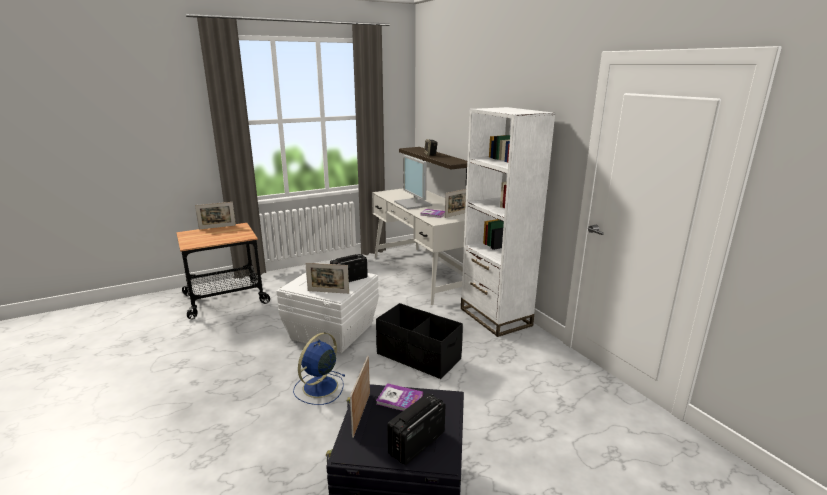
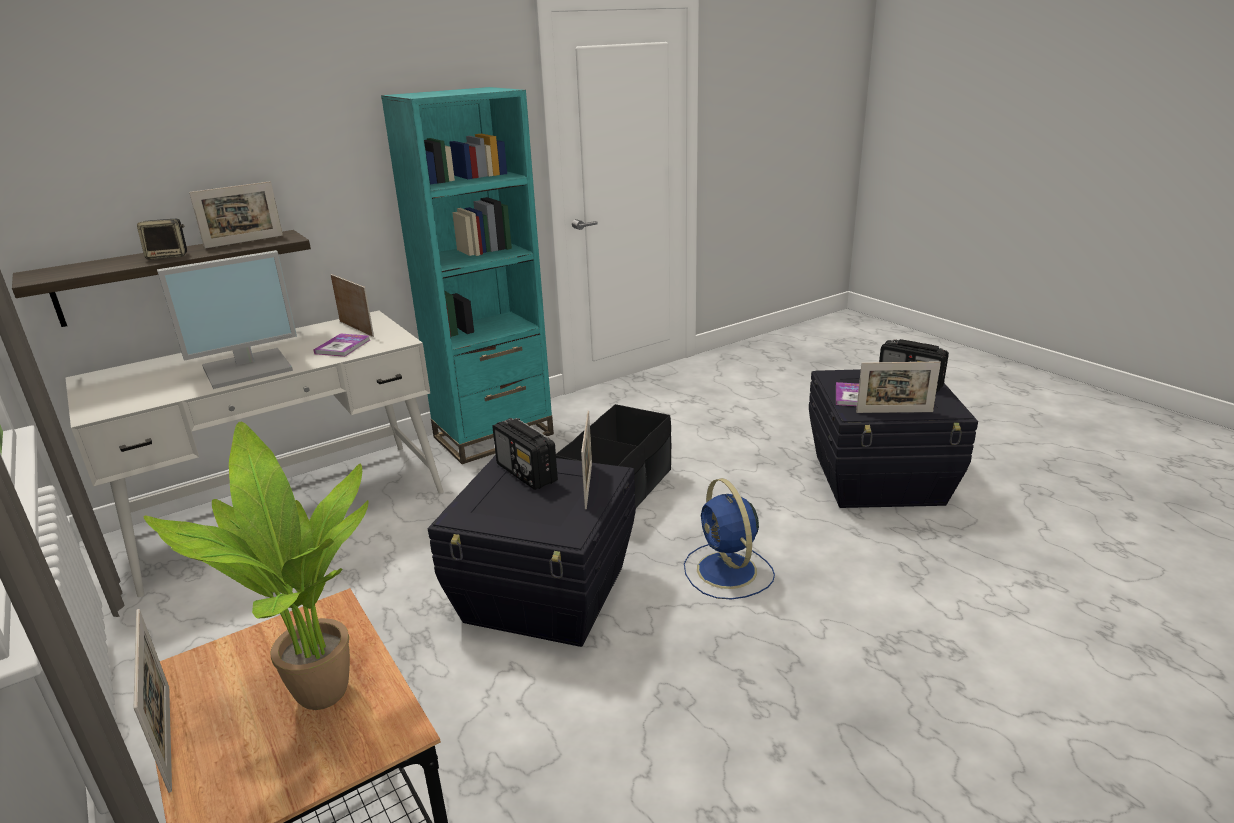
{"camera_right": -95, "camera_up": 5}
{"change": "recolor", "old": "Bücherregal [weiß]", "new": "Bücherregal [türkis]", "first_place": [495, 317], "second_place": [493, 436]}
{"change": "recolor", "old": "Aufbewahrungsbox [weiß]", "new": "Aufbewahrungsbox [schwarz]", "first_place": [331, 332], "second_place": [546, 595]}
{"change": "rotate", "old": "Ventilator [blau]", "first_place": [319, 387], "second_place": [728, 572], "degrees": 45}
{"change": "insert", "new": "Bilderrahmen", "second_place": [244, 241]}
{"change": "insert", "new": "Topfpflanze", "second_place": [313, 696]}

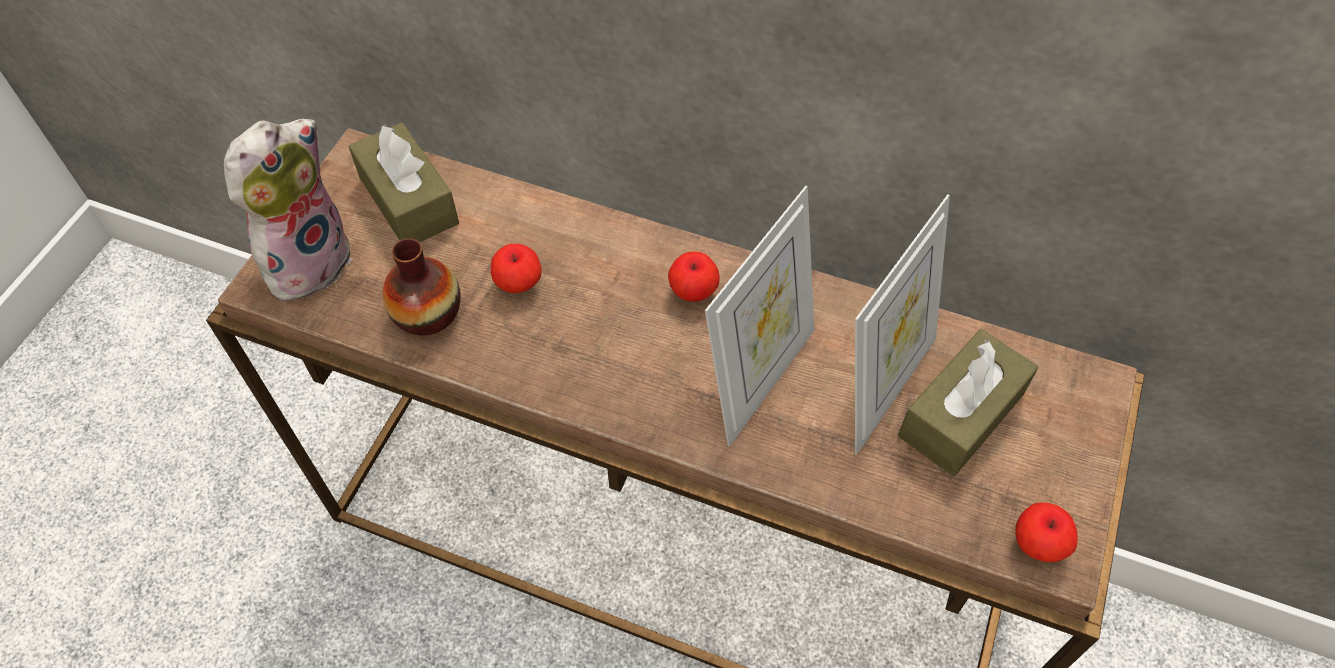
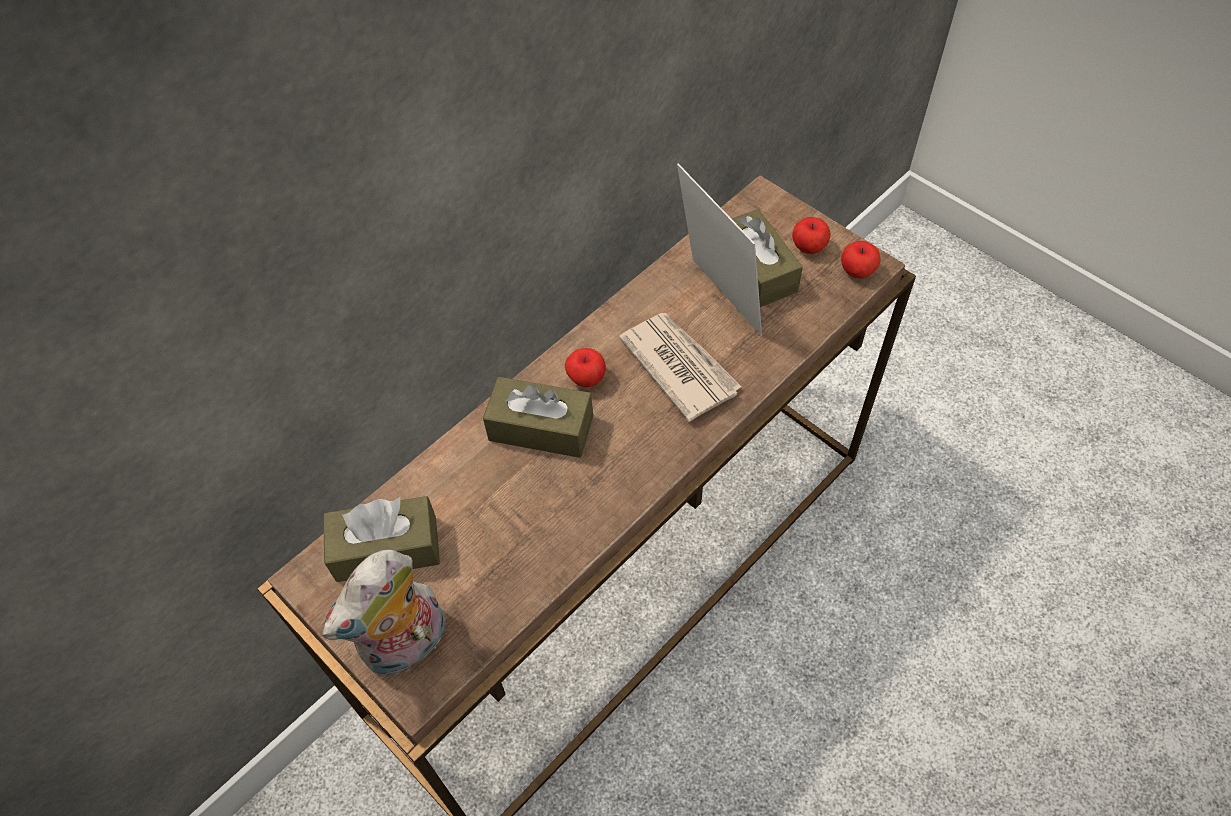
{"camera_right": -65, "camera_up": 0}
{"change": "rotate", "old": "Plüschtier", "first_place": [308, 259], "second_place": [408, 646], "degrees": -105}
{"change": "replace", "old": "Bilderrahmen", "new": "Zeitung", "first_place": [758, 378], "second_place": [679, 366]}
{"change": "delete", "old": "Vase", "first_place": [427, 313]}
{"change": "move", "old": "Apfel", "first_place": [518, 283], "second_place": [809, 247]}
{"change": "insert", "new": "Taschentuchbox [braun]", "second_place": [541, 428]}

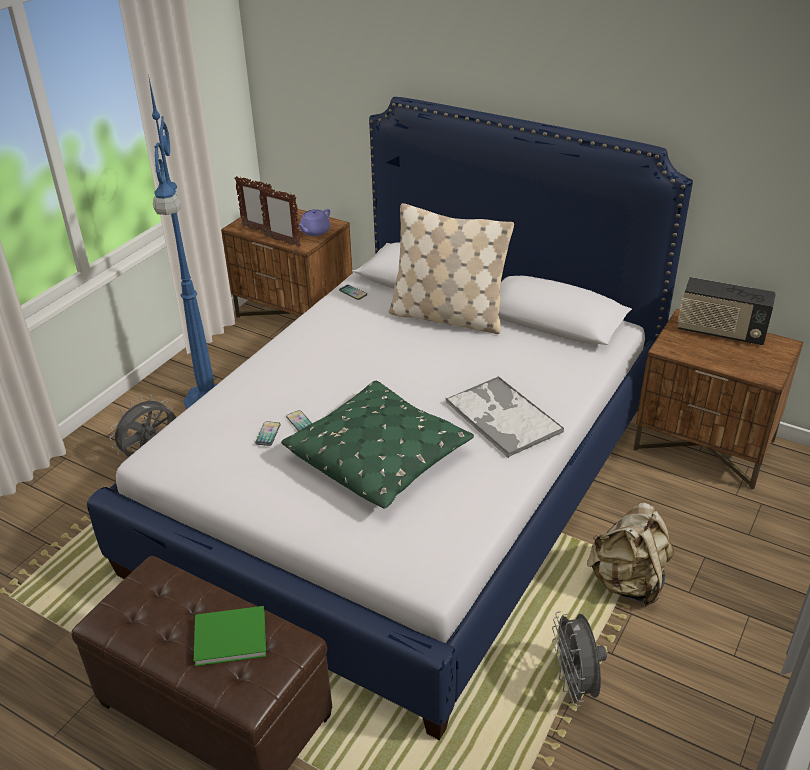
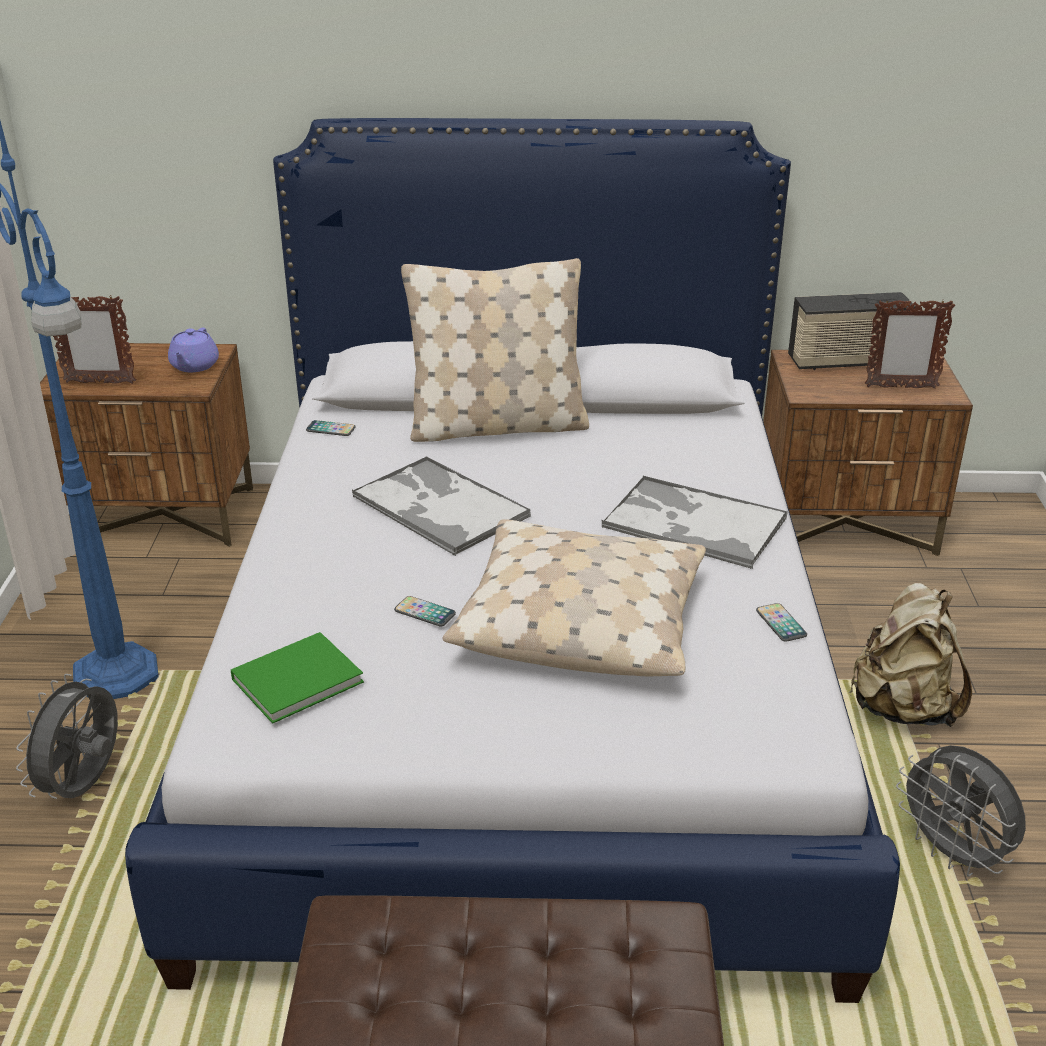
{"camera_right": -30, "camera_up": -5}
{"change": "move", "old": "Bilderrahmen", "first_place": [282, 241], "second_place": [900, 387]}
{"change": "recolor", "old": "Kissen [grün]", "new": "Kissen [beige]", "first_place": [379, 456], "second_place": [580, 621]}
{"change": "move", "old": "Handy", "first_place": [268, 434], "second_place": [781, 623]}
{"change": "move", "old": "Buch [grün]", "first_place": [233, 637], "second_place": [301, 679]}
{"change": "insert", "new": "Tablett", "second_place": [439, 506]}

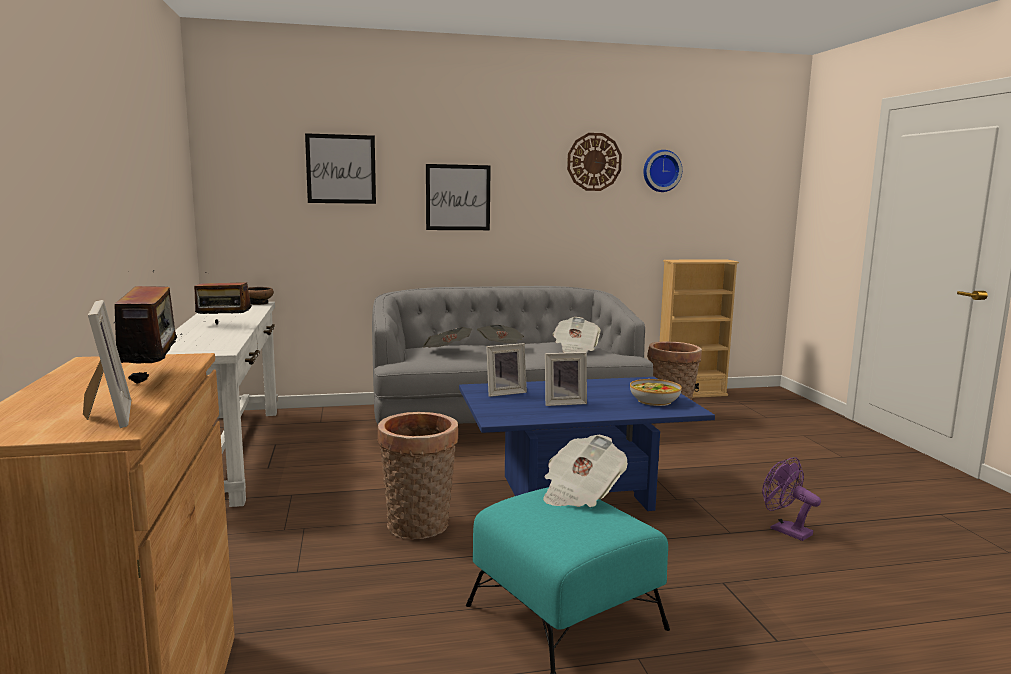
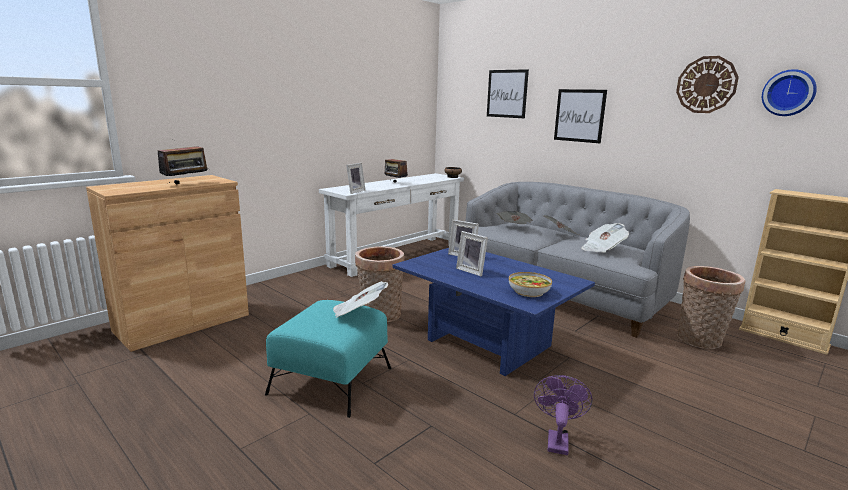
{"camera_right": 55, "camera_up": 5}
{"change": "move", "old": "Bilderrahmen", "first_place": [106, 416], "second_place": [354, 191]}

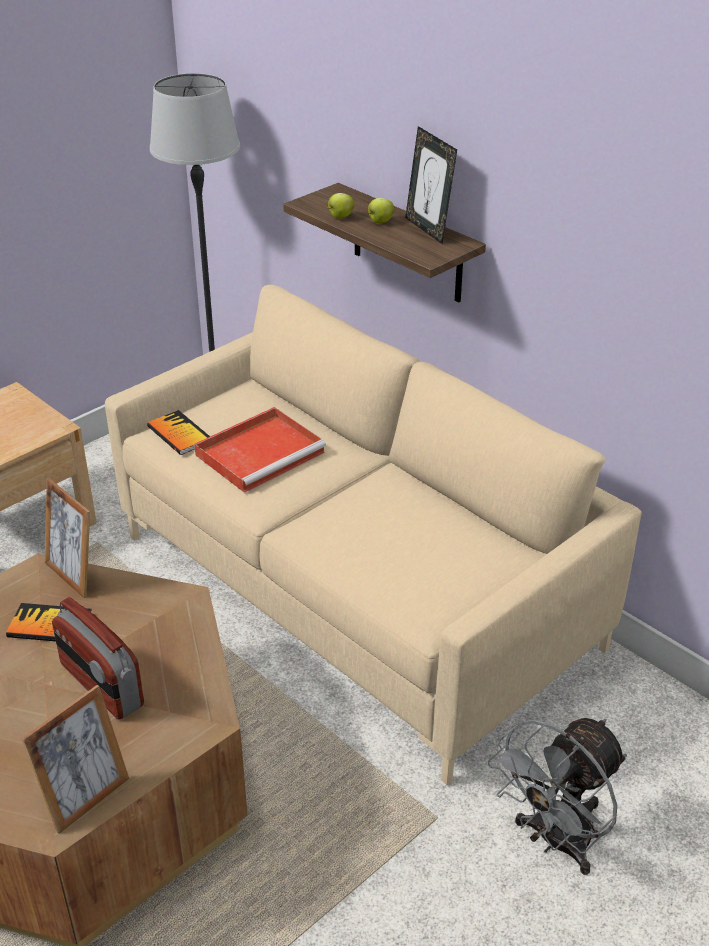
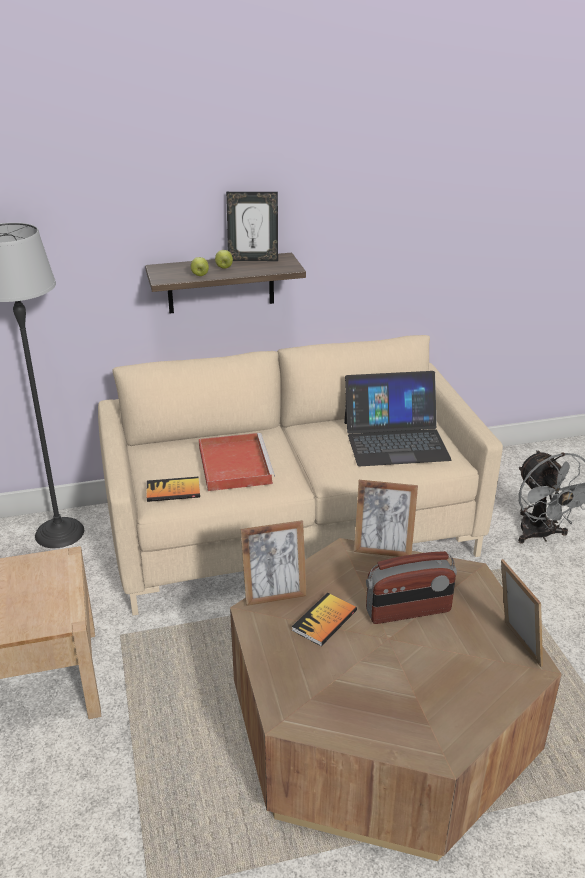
{"camera_right": -60, "camera_up": -5}
{"change": "insert", "new": "Laptop", "second_place": [395, 440]}
{"change": "insert", "new": "Bilderrahmen", "second_place": [383, 550]}

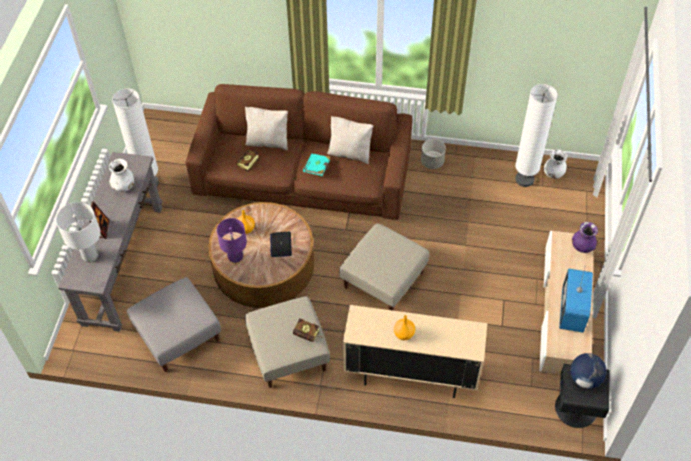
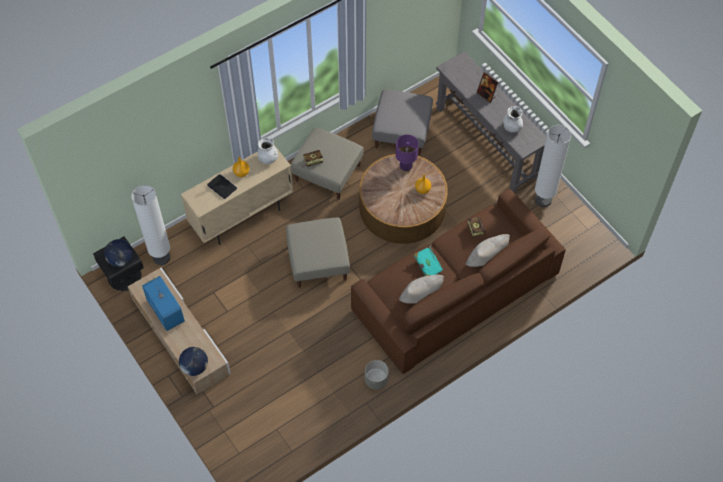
{"camera_right": 135, "camera_up": 5}
{"change": "move", "old": "Stehlampe [weiß]", "first_place": [524, 179], "second_place": [161, 257]}
{"change": "move", "old": "Vase [weiß]", "first_place": [553, 173], "second_place": [268, 158]}
{"change": "delete", "old": "Tischlampe [weiß]", "first_place": [90, 256]}
{"change": "replace", "old": "Vase [lila]", "new": "Globus", "first_place": [582, 246], "second_place": [195, 367]}
{"change": "move", "old": "Laptop", "first_place": [281, 244], "second_place": [222, 187]}

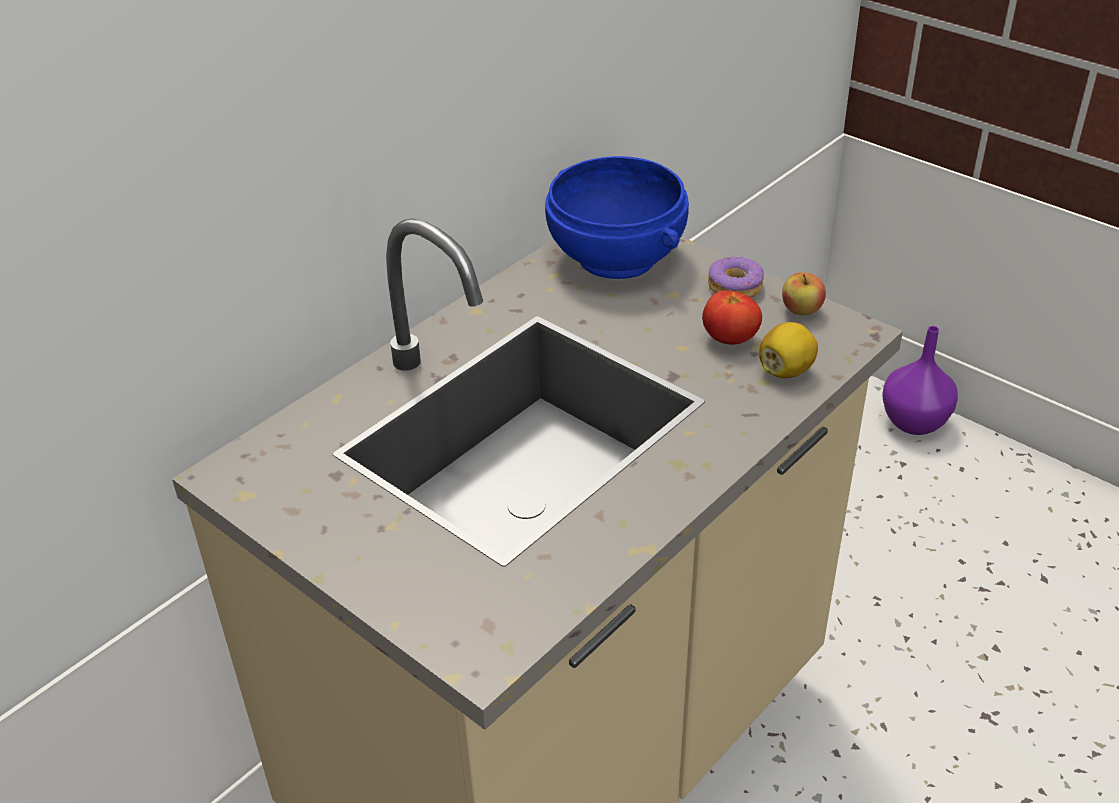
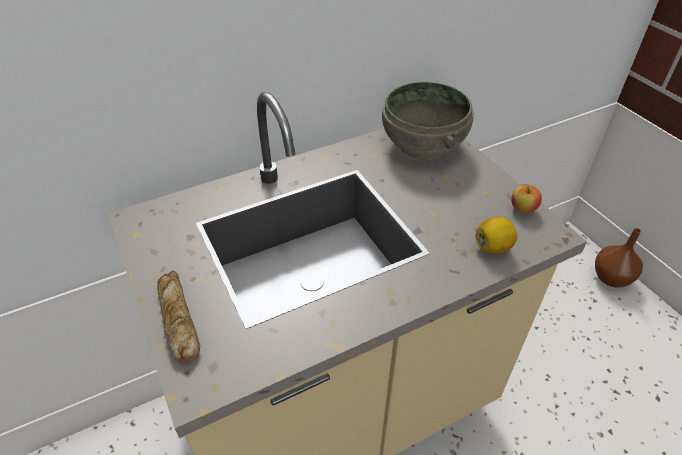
{"camera_right": 20, "camera_up": 5}
{"change": "recolor", "old": "Schüssel [blau]", "new": "Schüssel [grau]", "first_place": [618, 257], "second_place": [424, 145]}
{"change": "delete", "old": "Donut", "first_place": [735, 286]}
{"change": "delete", "old": "Tomate", "first_place": [730, 339]}
{"change": "recolor", "old": "Vase [lila]", "new": "Vase [braun]", "first_place": [913, 423], "second_place": [610, 278]}
{"change": "insert", "new": "Brot", "second_place": [177, 320]}

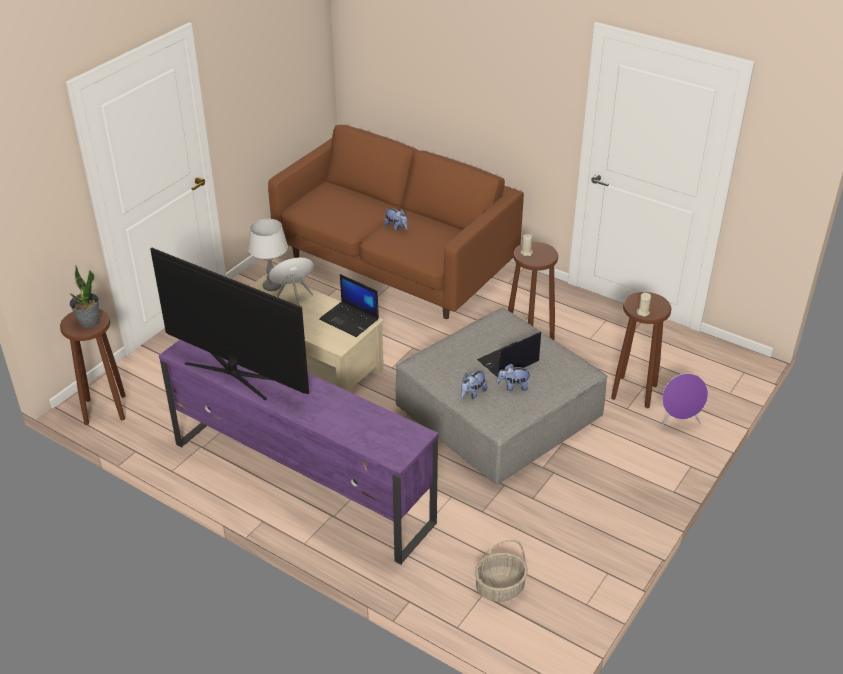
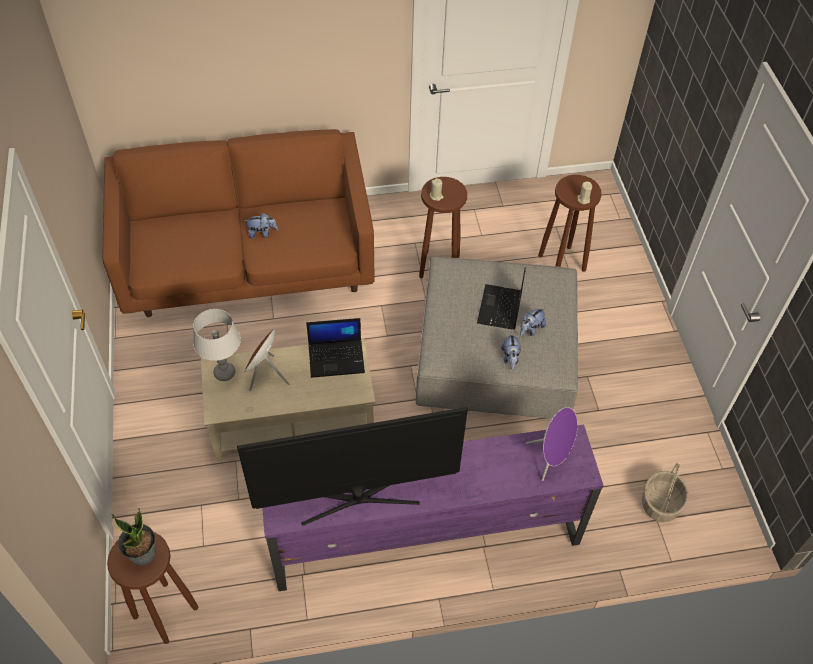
{"camera_right": -45, "camera_up": 15}
{"change": "move", "old": "Lautsprecher [lila]", "first_place": [678, 423], "second_place": [551, 458]}

